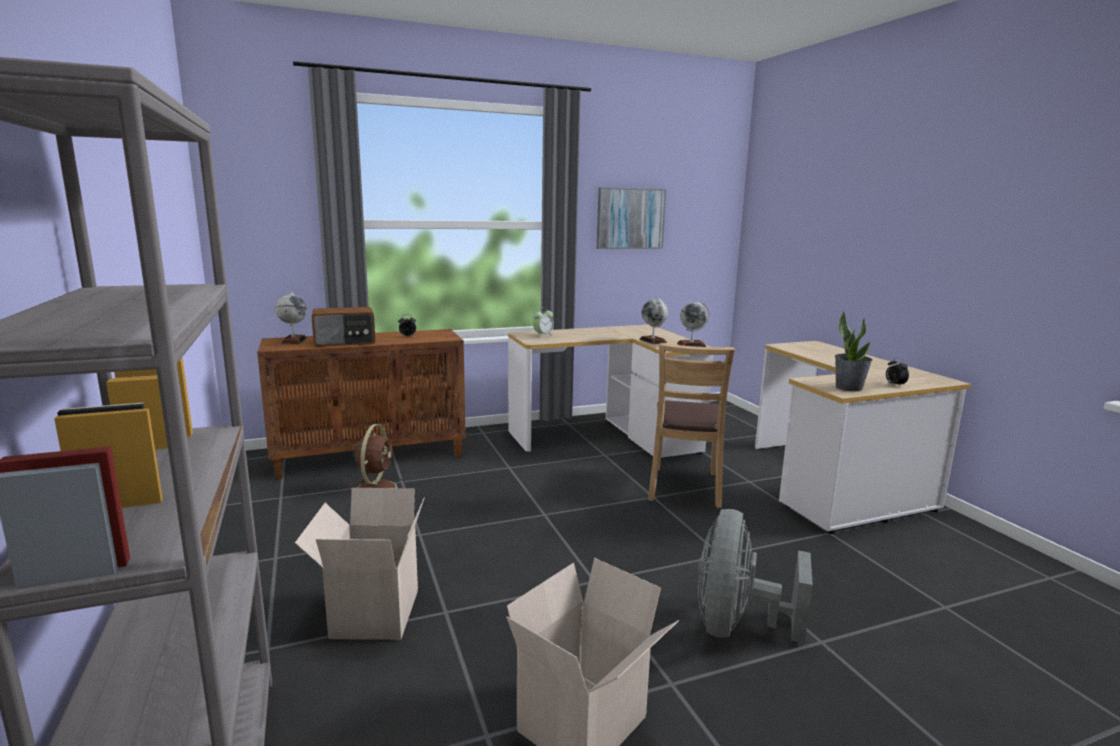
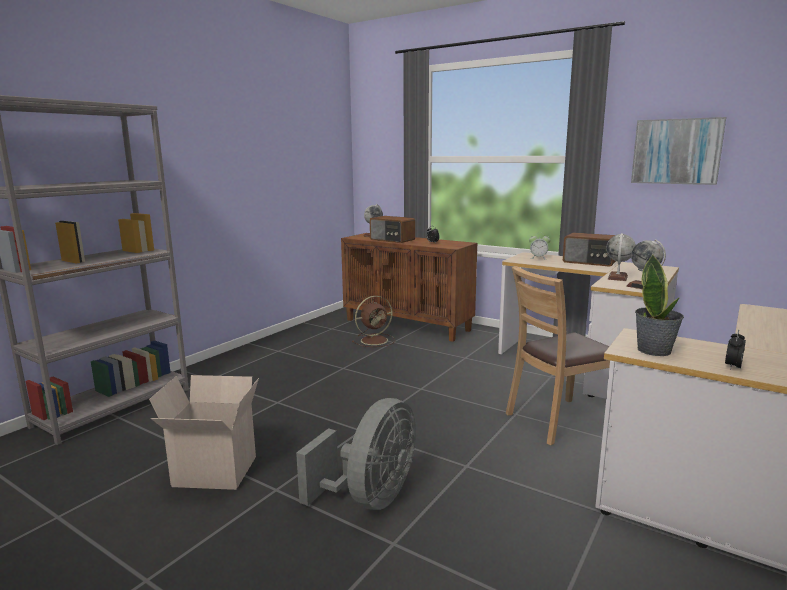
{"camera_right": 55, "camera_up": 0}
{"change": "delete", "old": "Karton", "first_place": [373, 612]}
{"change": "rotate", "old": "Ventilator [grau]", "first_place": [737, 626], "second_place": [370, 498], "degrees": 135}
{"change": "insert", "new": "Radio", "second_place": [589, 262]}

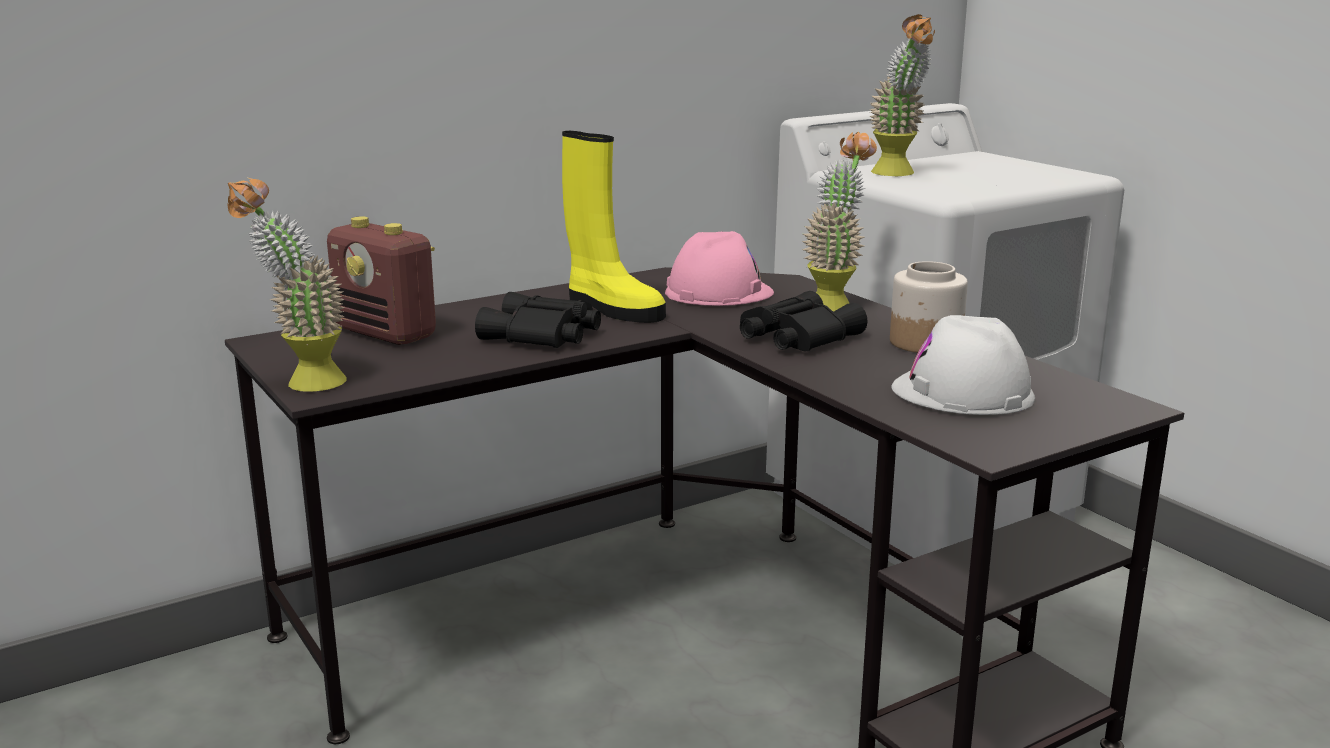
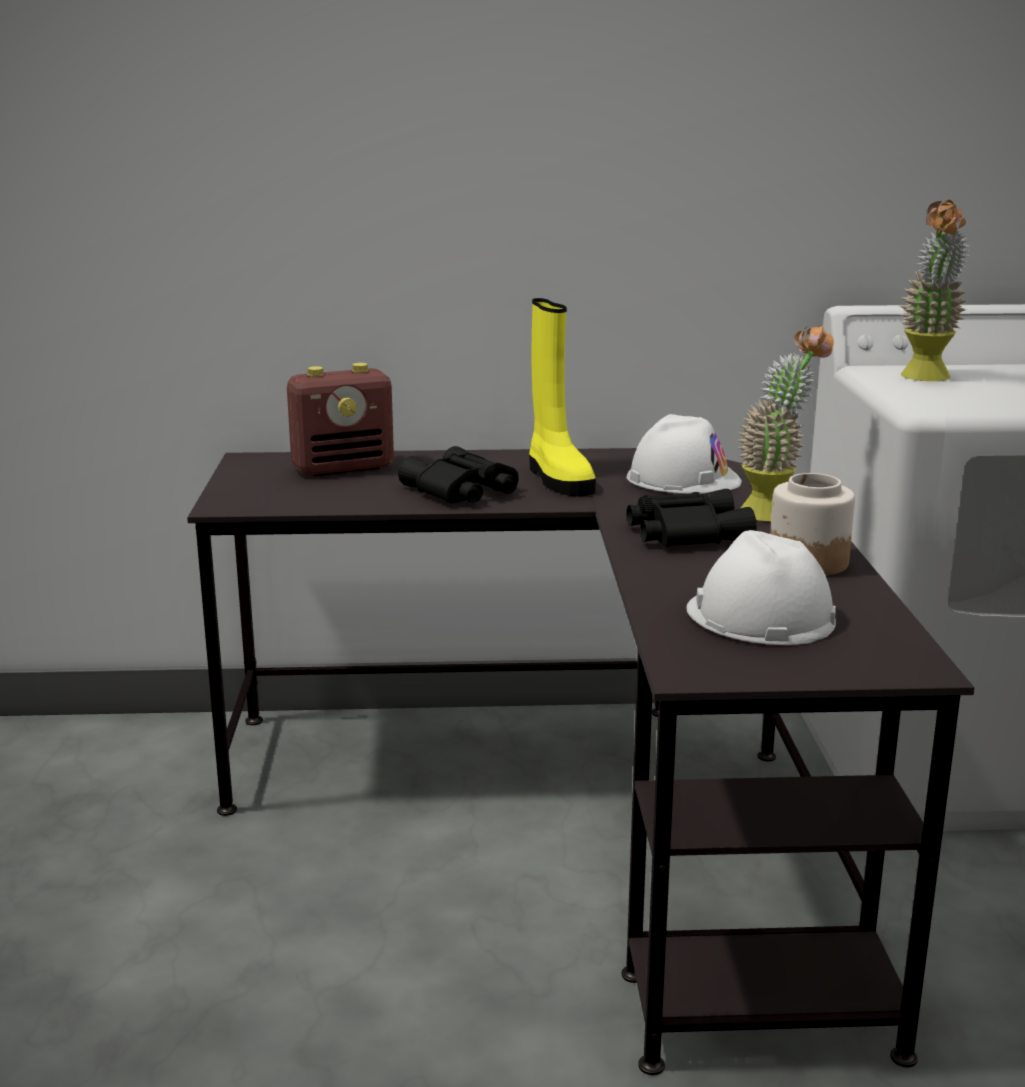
{"camera_right": 30, "camera_up": 0}
{"change": "delete", "old": "Topfpflanze", "first_place": [301, 383]}
{"change": "rotate", "old": "Radio", "first_place": [387, 334], "second_place": [344, 468], "degrees": -90}
{"change": "recolor", "old": "Schutzhelm [rosa]", "new": "Schutzhelm [weiß]", "first_place": [718, 292], "second_place": [683, 479]}

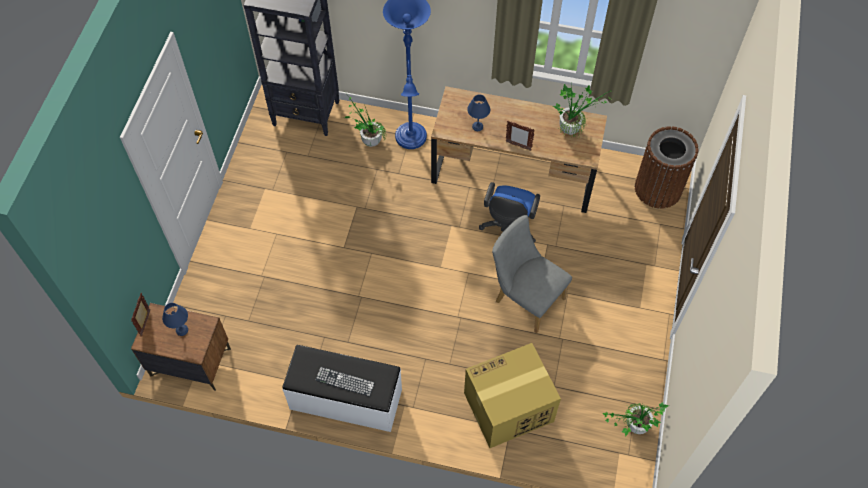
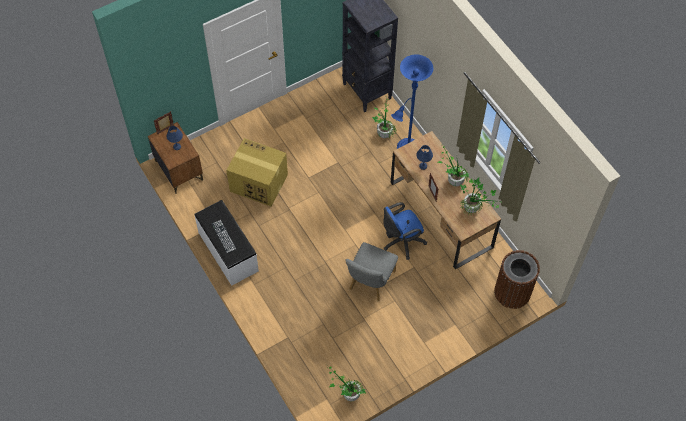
{"camera_right": 45, "camera_up": 0}
{"change": "rotate", "old": "Stuhl [grau]", "first_place": [525, 298], "second_place": [370, 283], "degrees": -150}
{"change": "move", "old": "Karton", "first_place": [507, 408], "second_place": [258, 183]}
{"change": "insert", "new": "Topfpflanze", "second_place": [452, 180]}

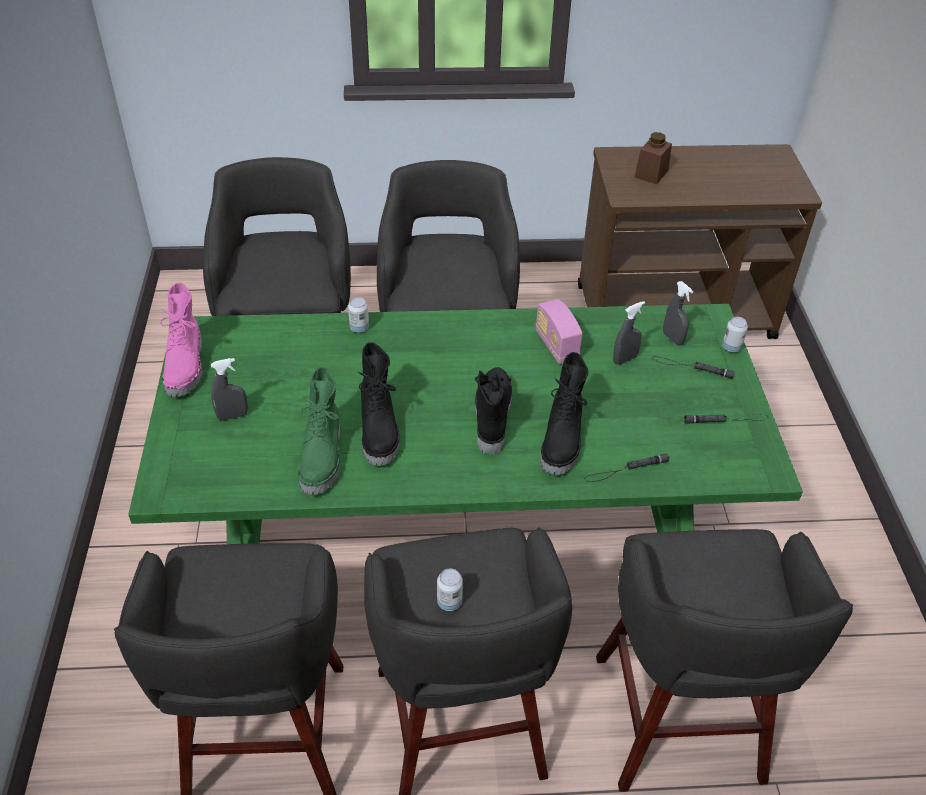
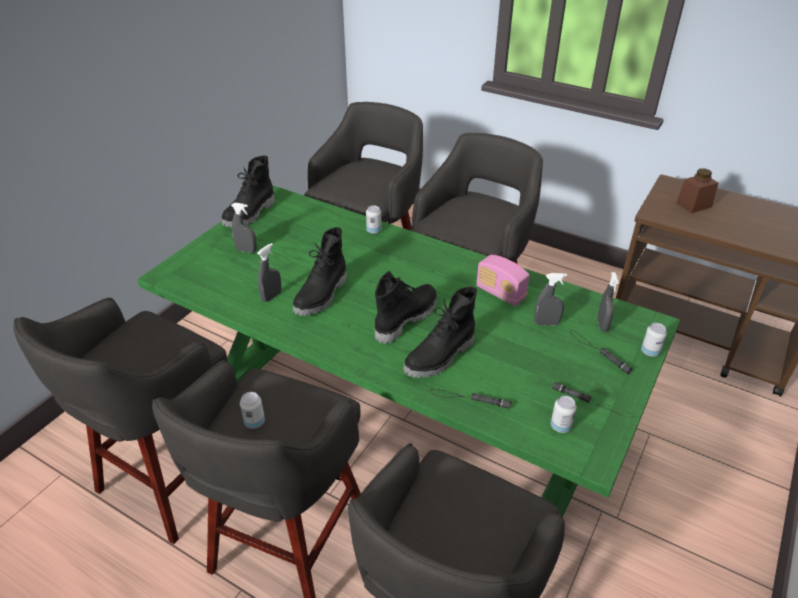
{"camera_right": 35, "camera_up": -5}
{"change": "recolor", "old": "Stiefel [rosa]", "new": "Stiefel [schwarz]", "first_place": [187, 367], "second_place": [250, 214]}
{"change": "rotate", "old": "Radio", "first_place": [556, 346], "second_place": [500, 293], "degrees": -60}
{"change": "replace", "old": "Stiefel [grün]", "new": "Sprühflasche [grau]", "first_place": [323, 458], "second_place": [271, 296]}
{"change": "insert", "new": "Dose", "second_place": [560, 426]}

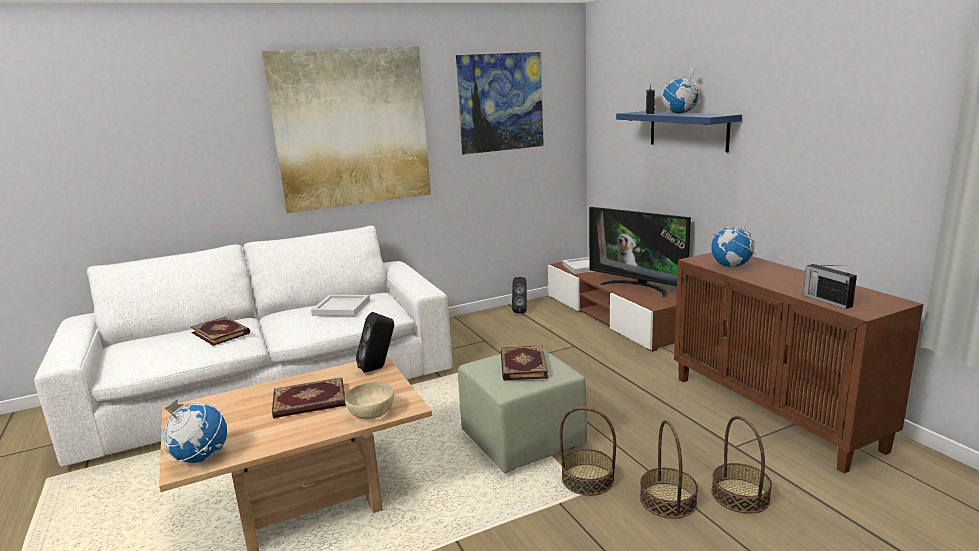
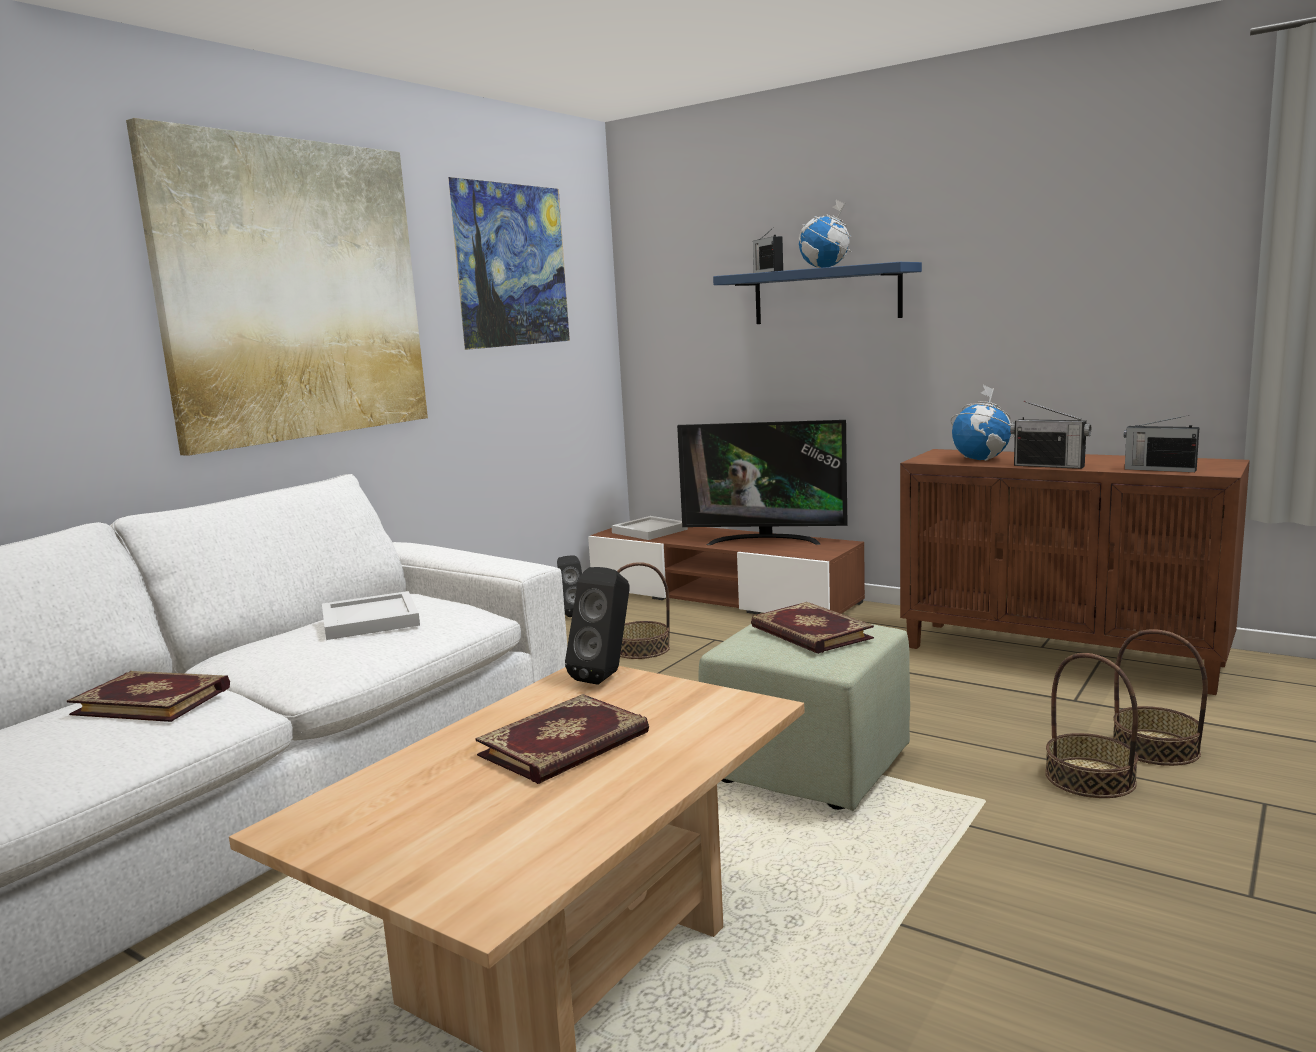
{"camera_right": -30, "camera_up": -5}
{"change": "delete", "old": "Schüssel [beige]", "first_place": [372, 413]}
{"change": "delete", "old": "Globus", "first_place": [200, 458]}
{"change": "move", "old": "Korb", "first_place": [587, 479], "second_place": [641, 649]}
{"change": "insert", "new": "Radio", "second_place": [1049, 466]}

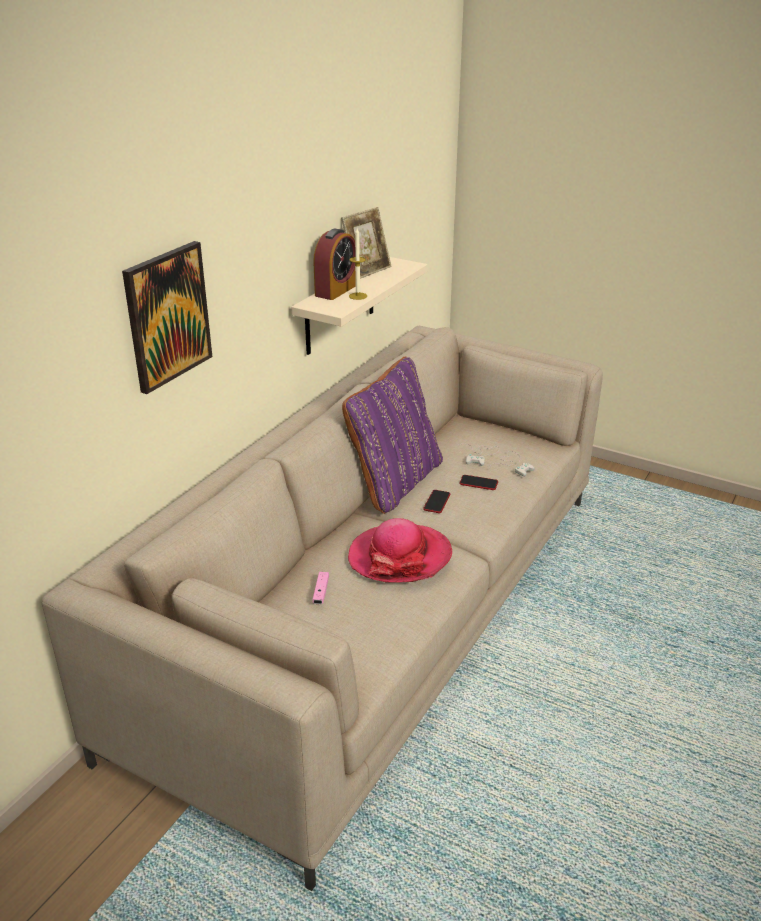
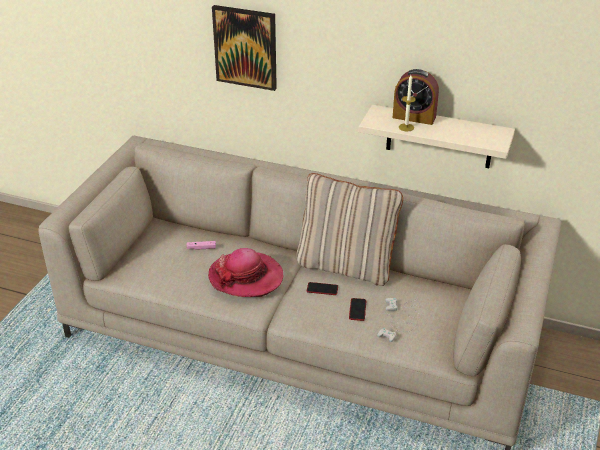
{"camera_right": 80, "camera_up": 5}
{"change": "delete", "old": "Bilderrahmen", "first_place": [367, 271]}
{"change": "recolor", "old": "Kissen [lila]", "new": "Kissen [beige]", "first_place": [394, 482], "second_place": [346, 265]}

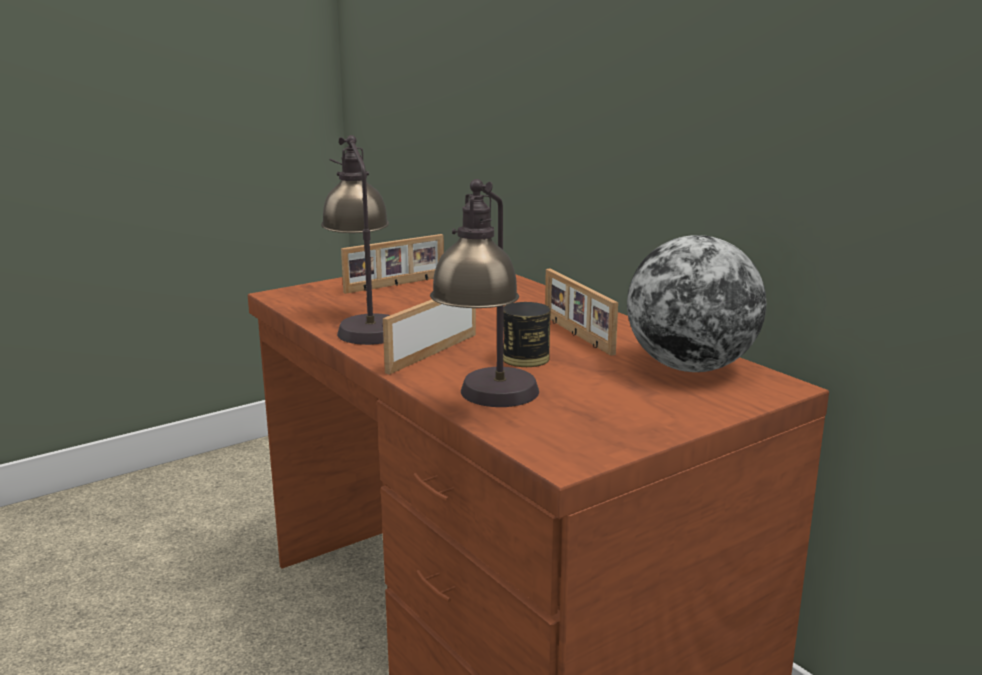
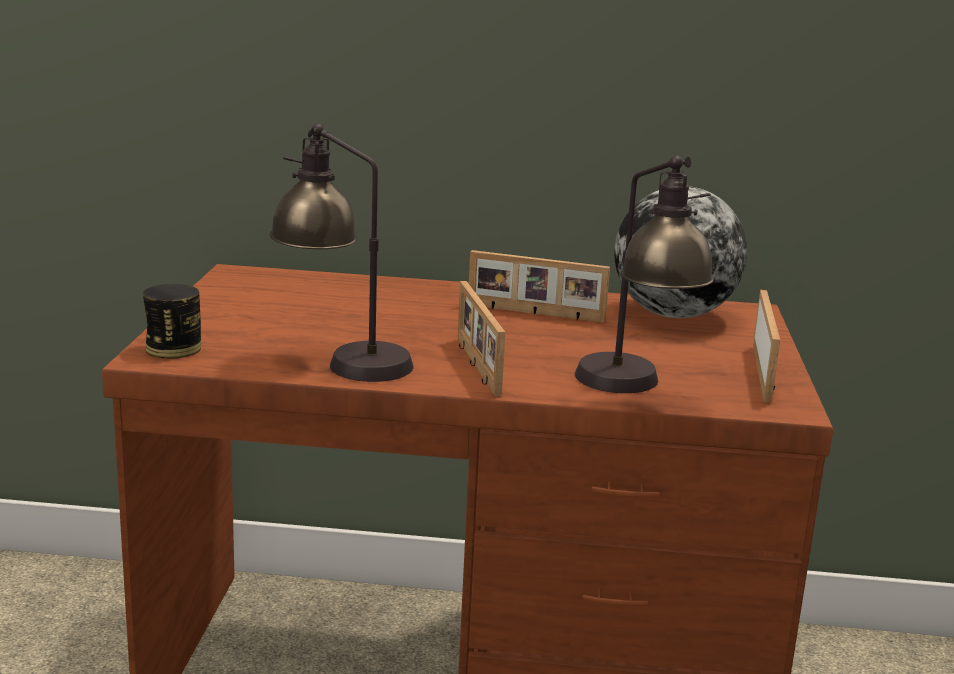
{"camera_right": -50, "camera_up": 0}
{"change": "move", "old": "Bilderrahmen", "first_place": [396, 285], "second_place": [764, 373]}
{"change": "move", "old": "Dose", "first_place": [525, 358], "second_place": [173, 348]}

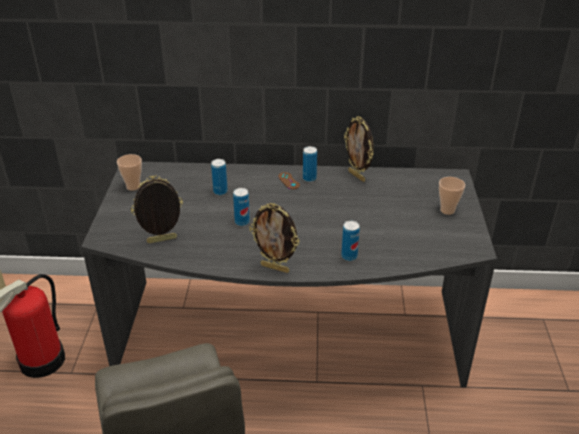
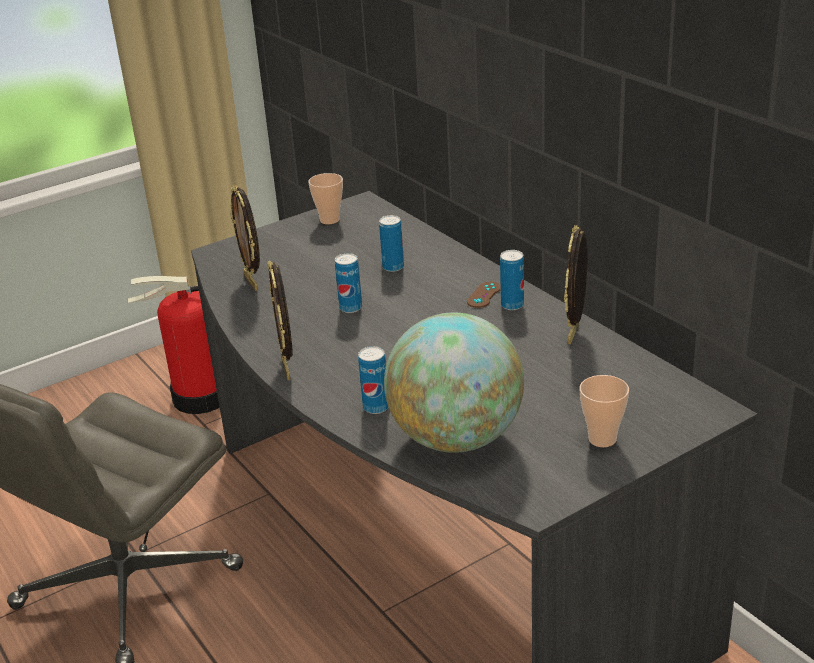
{"camera_right": 55, "camera_up": -5}
{"change": "rotate", "old": "Bilderrahmen", "first_place": [162, 241], "second_place": [252, 282], "degrees": -150}
{"change": "insert", "new": "Globus", "second_place": [456, 438]}

